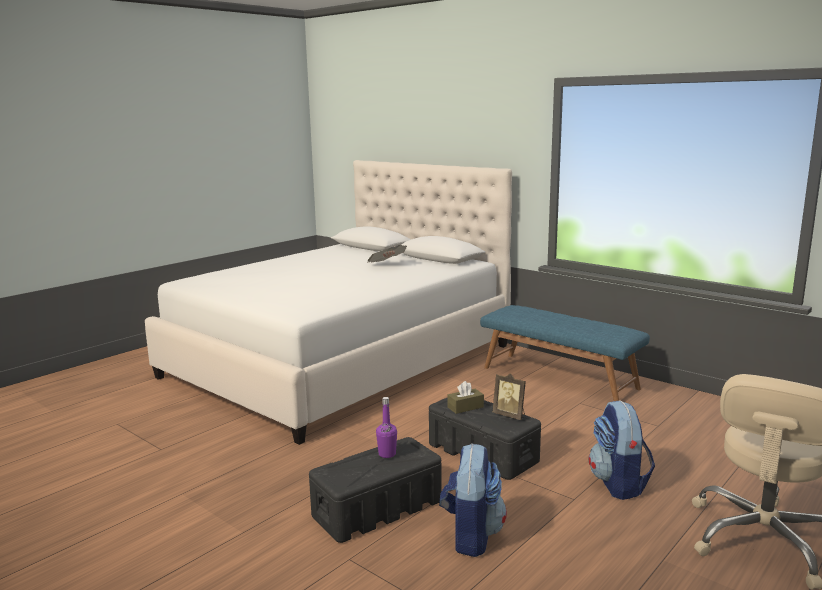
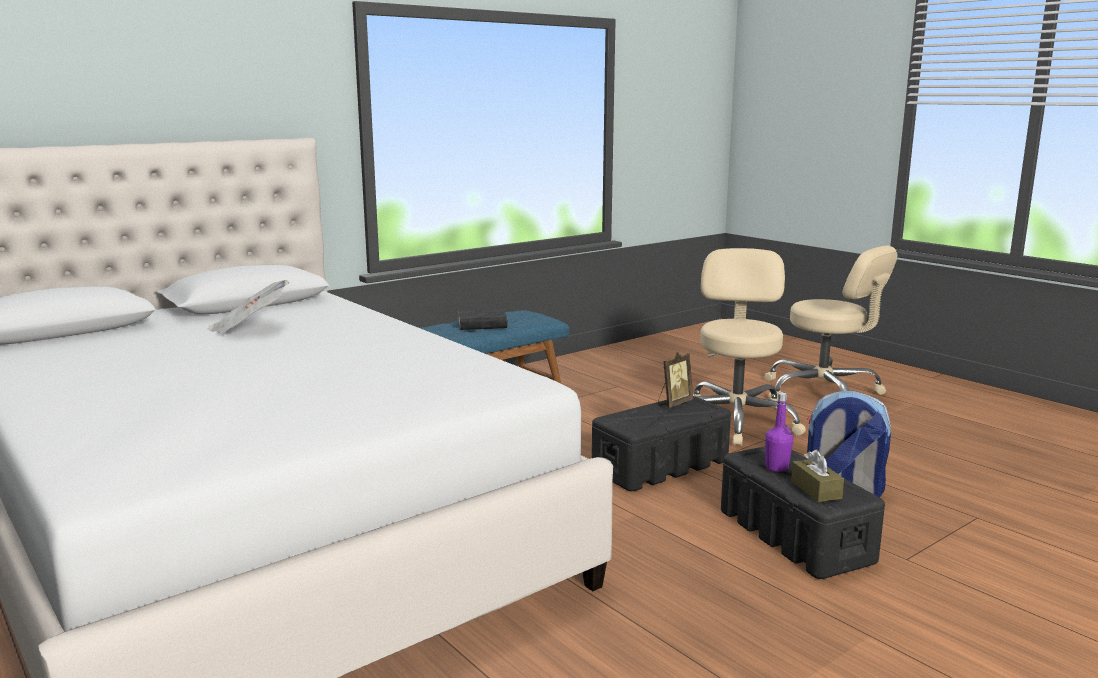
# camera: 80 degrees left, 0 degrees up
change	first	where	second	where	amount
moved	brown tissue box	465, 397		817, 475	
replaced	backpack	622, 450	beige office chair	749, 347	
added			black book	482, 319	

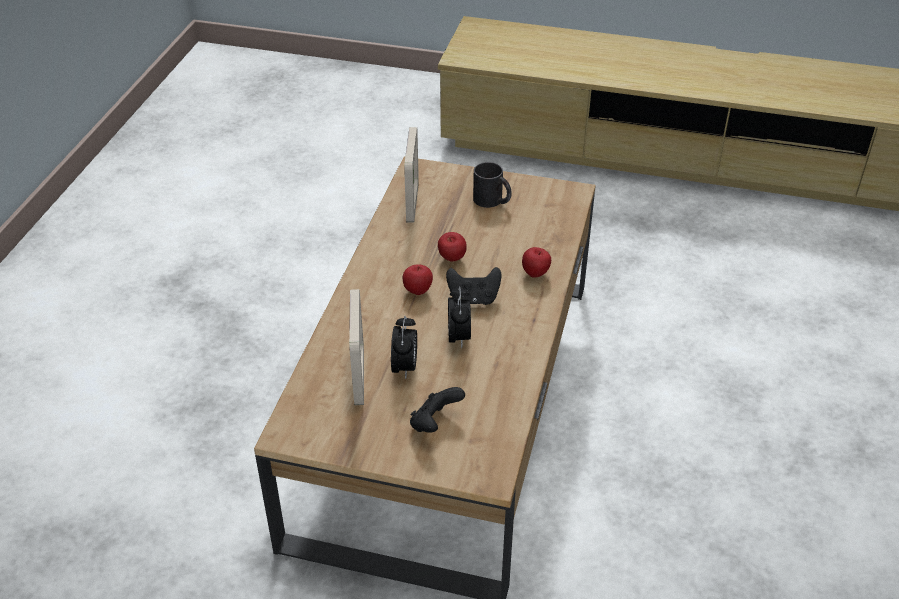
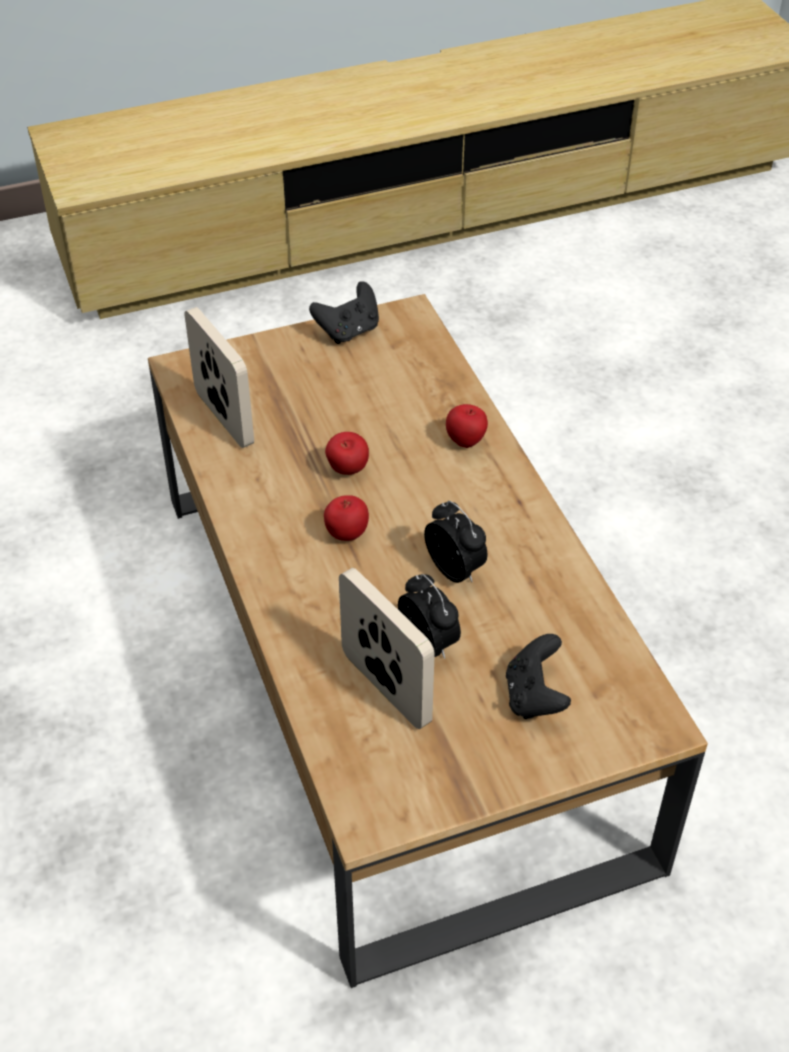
# camera: 35 degrees left, 5 degrees up
change	first	where	second	where	amount
removed	black mug	492, 185			
moved	black game controller	474, 286		344, 312	

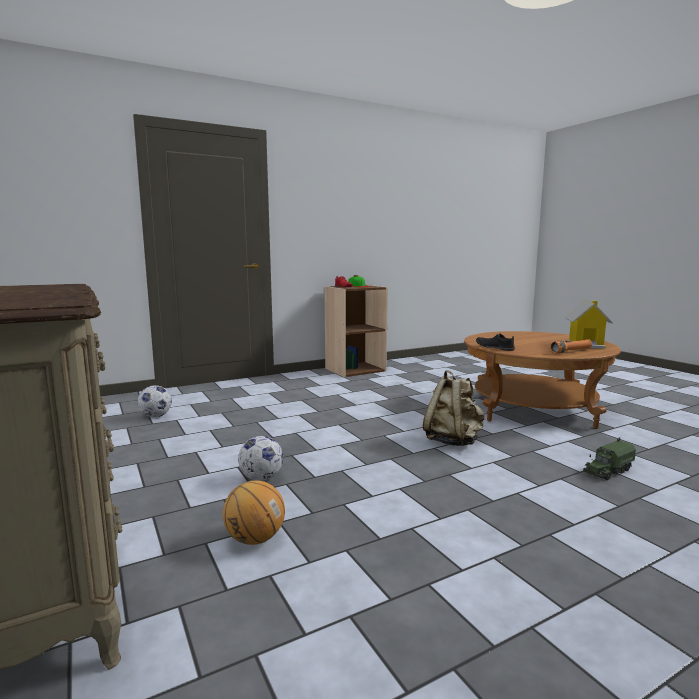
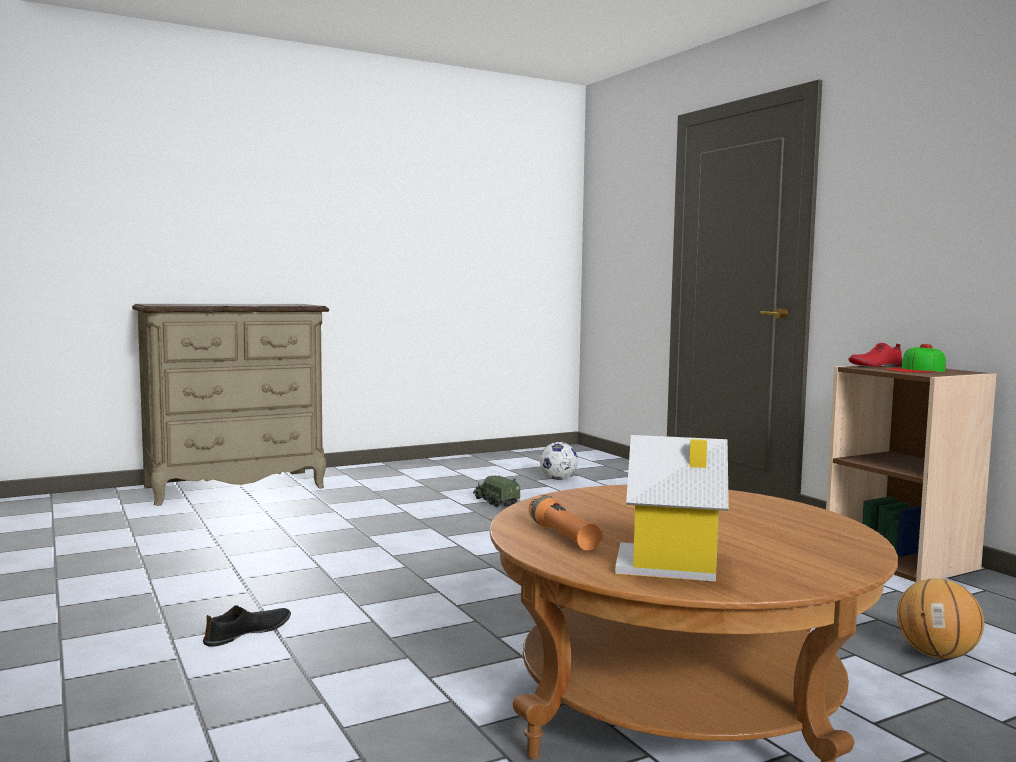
# camera: 90 degrees right, 5 degrees down
change	first	where	second	where	amount
moved	black shoe	495, 342		247, 626	
removed	beige backpack	454, 408			
removed	football	260, 458			
moved	toy truck	609, 458		496, 491	
moved	basketball	254, 512		940, 618	

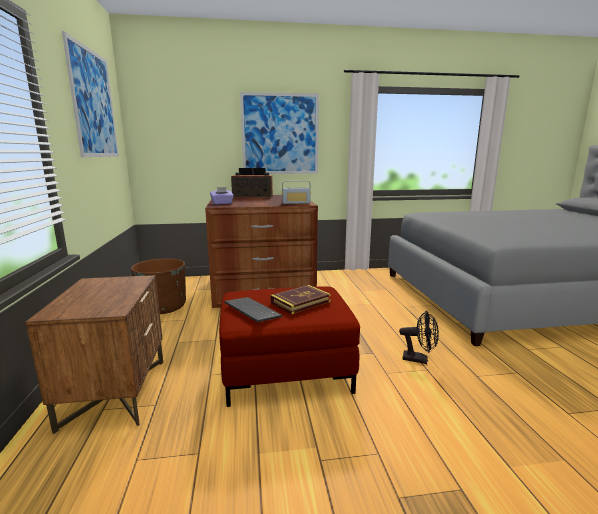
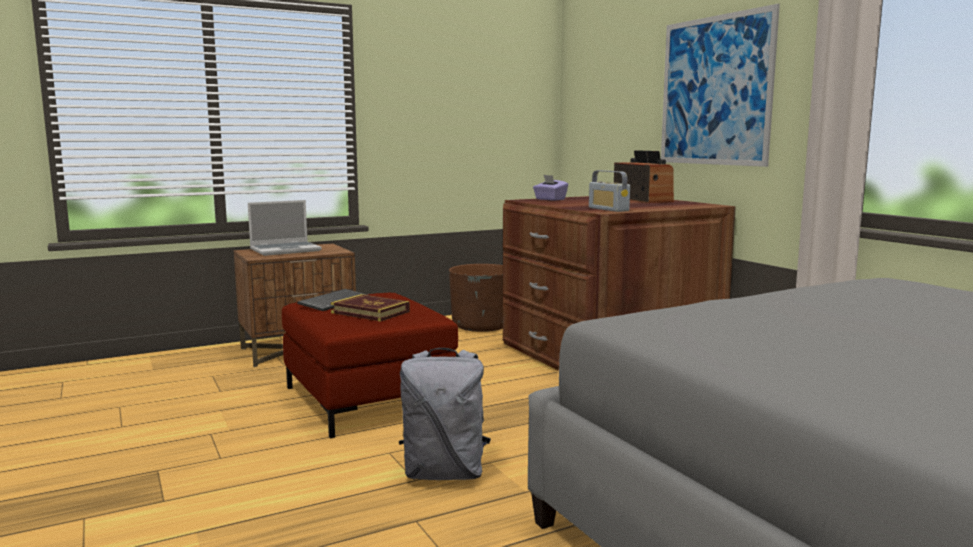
# camera: 70 degrees right, 5 degrees down
change	first	where	second	where	amount
removed	picture	90, 94			
replaced	black fan	419, 337	grey backpack	445, 414	
added			laptop	285, 228	

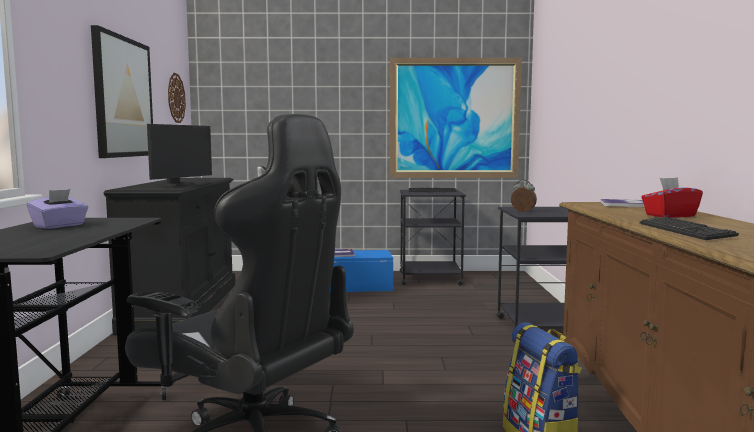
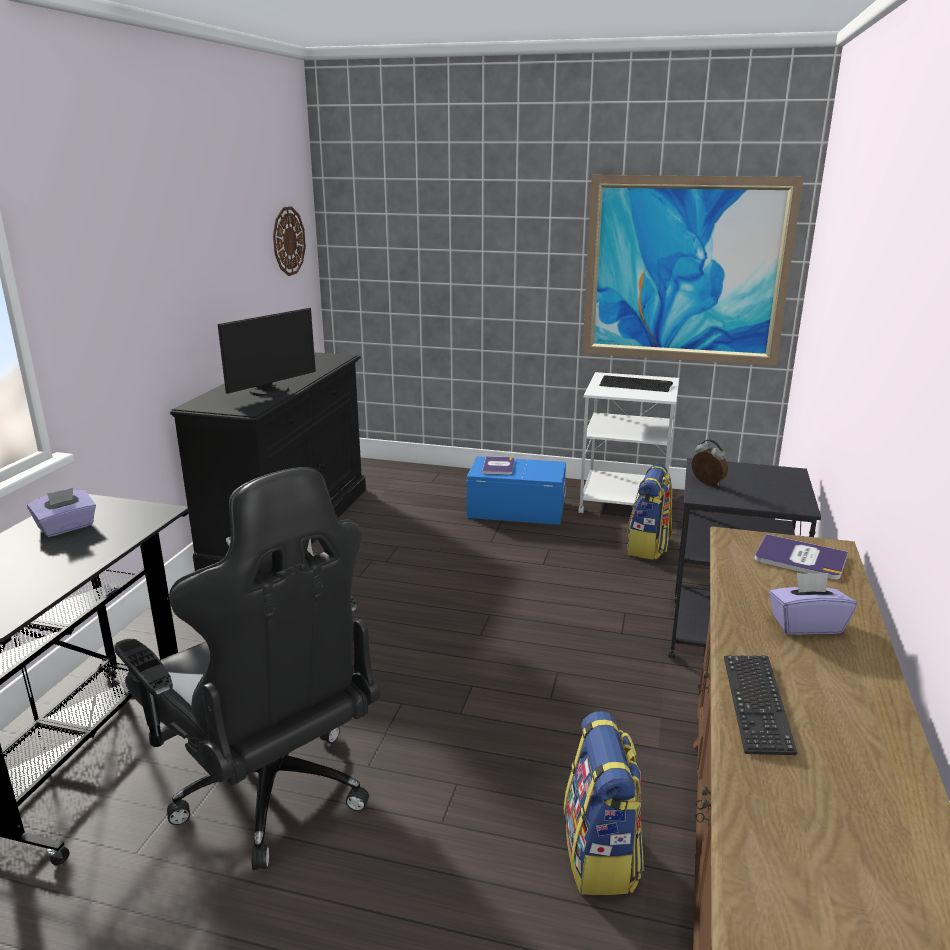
# camera: 15 degrees right, 15 degrees up
change	first	where	second	where	amount
removed	picture	122, 91			
recoloured	red tissue box	672, 197	purple tissue box	813, 604	
recoloured	black cart	433, 238	white cart	629, 442	
added			backpack	649, 512	

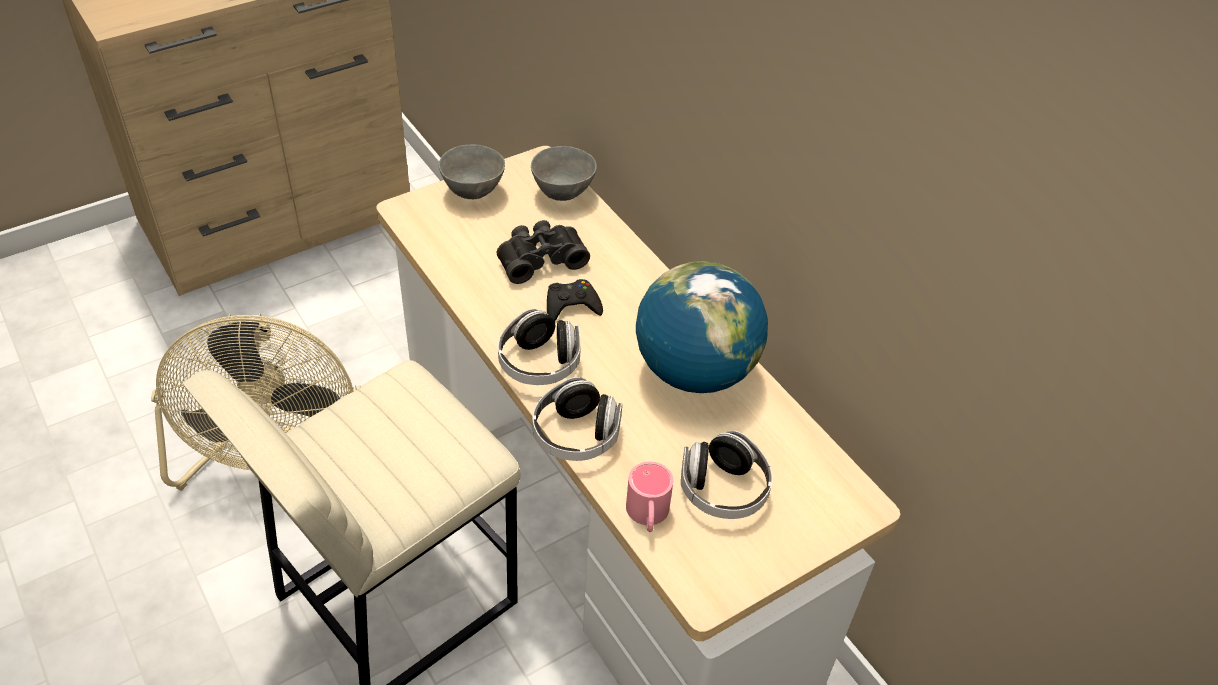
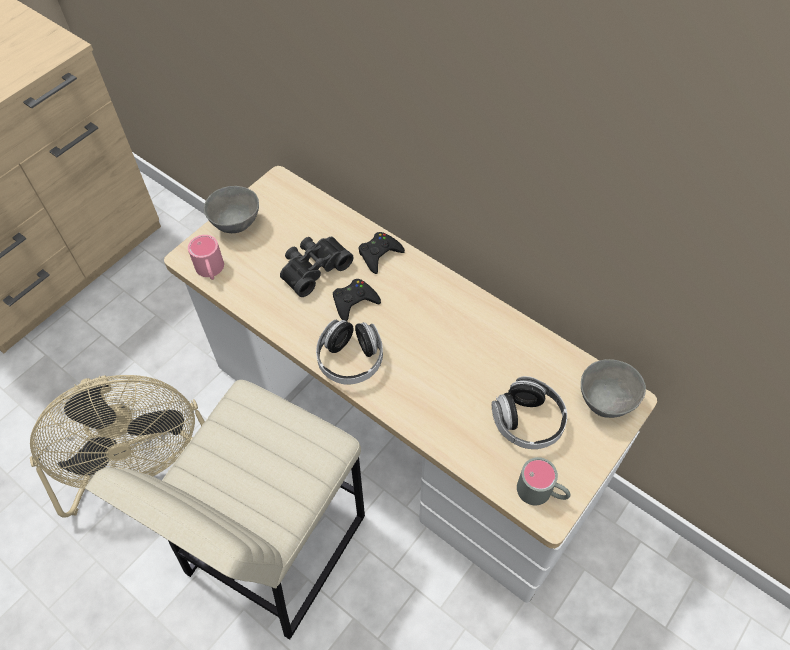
# camera: 15 degrees left, 10 degrees up
change	first	where	second	where	amount
moved	grey bowl	564, 173		613, 388	
removed	globe	702, 327			
removed	headphones	577, 419			
moved	pink mug	649, 497		206, 257	
added			black game controller	381, 253	
added			grey mug	544, 481	

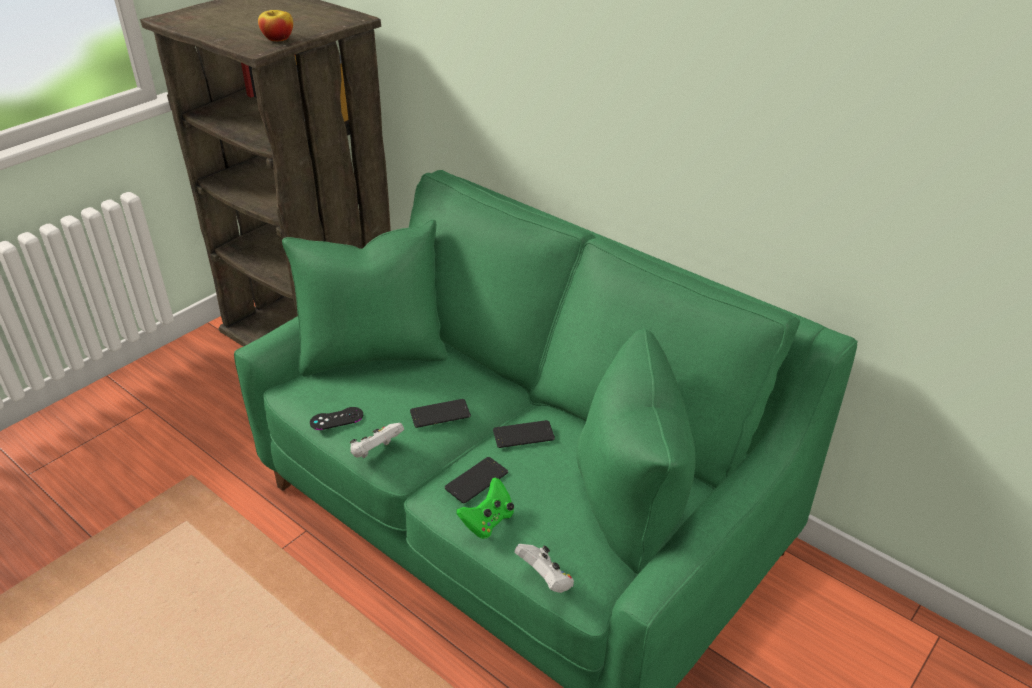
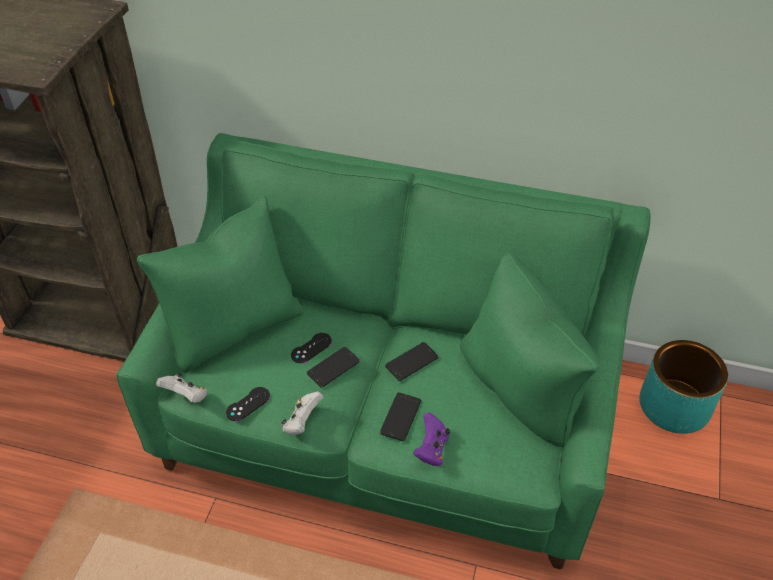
# camera: 25 degrees left, 10 degrees up
change	first	where	second	where	amount
removed	apple	275, 25			
recoloured	green game controller	485, 508	purple game controller	431, 439	
moved	white game controller	544, 568		182, 388	
added			black game controller	311, 348	
added			turquoise planter	683, 387	

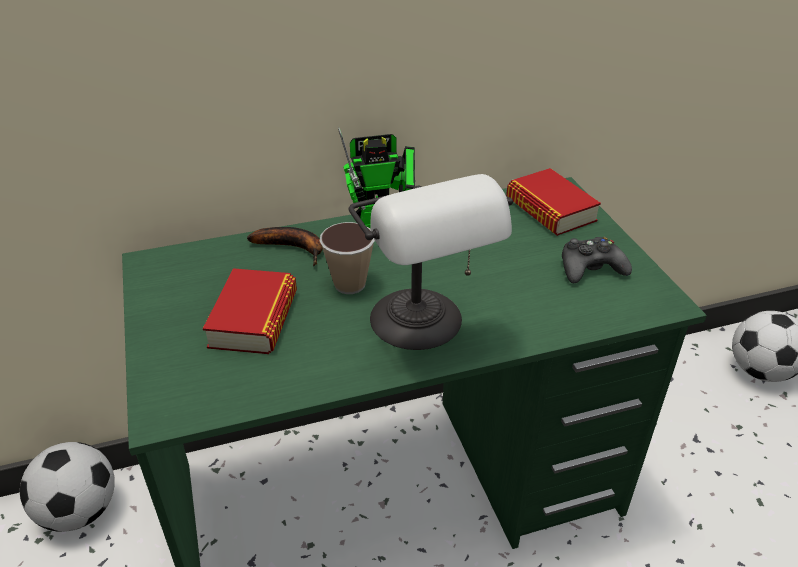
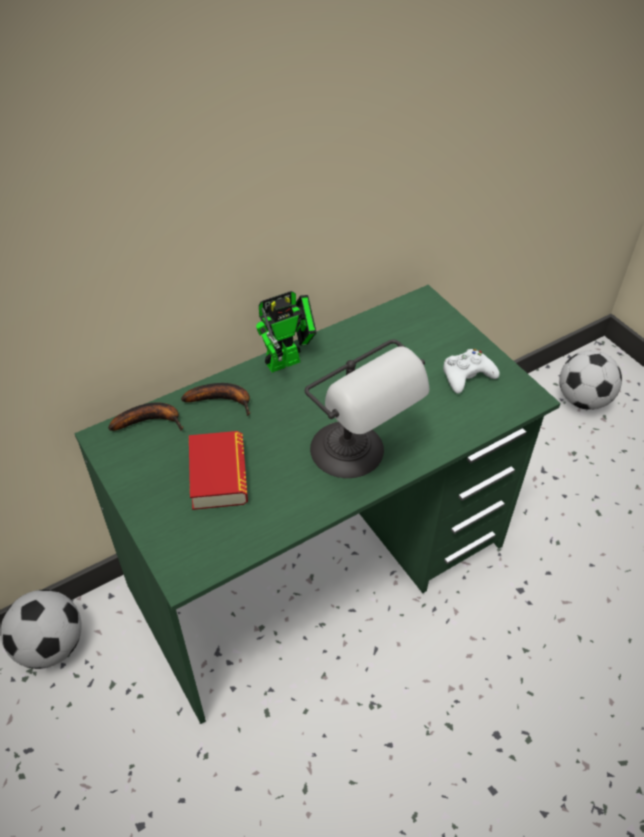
# camera: 15 degrees left, 10 degrees up
change	first	where	second	where	amount
removed	book	553, 202			
removed	cup	347, 258			
recoloured	black game controller	597, 260	white game controller	471, 371	
added			banana	145, 417	

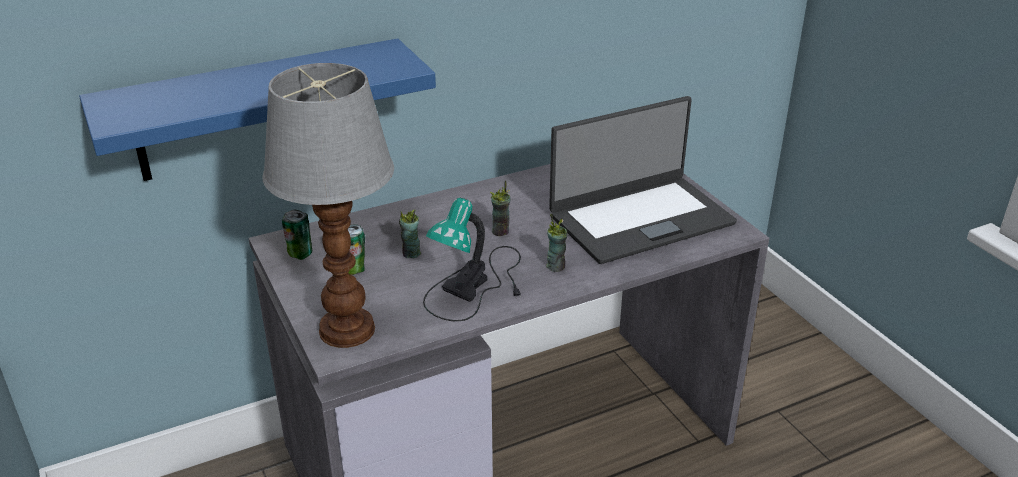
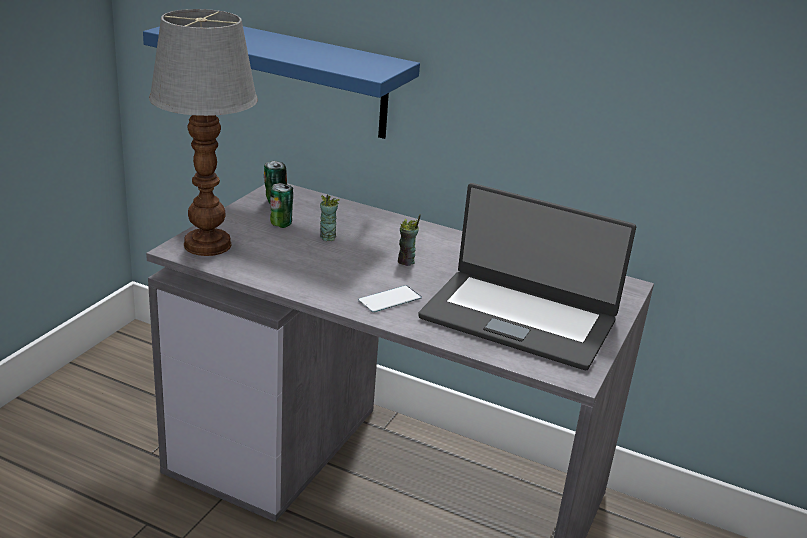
# camera: 50 degrees right, 5 degrees down
change	first	where	second	where	amount
removed	table lamp	472, 259			
replaced	cup	557, 242	phone	390, 299	

